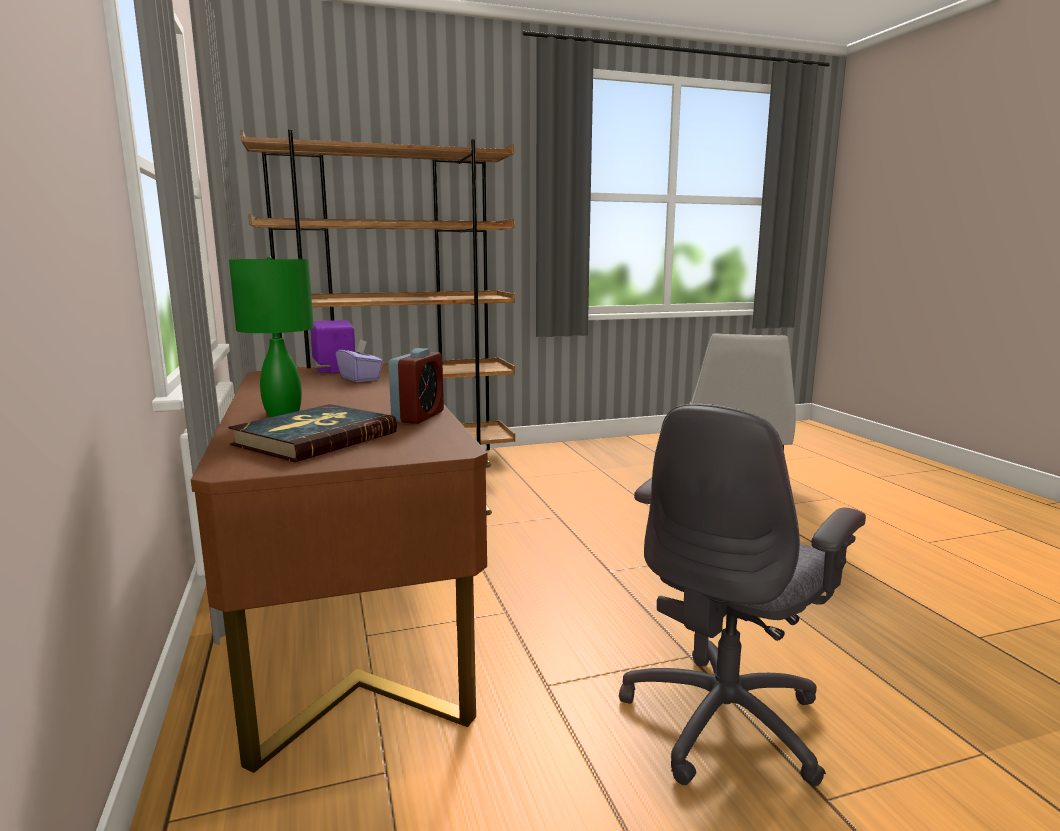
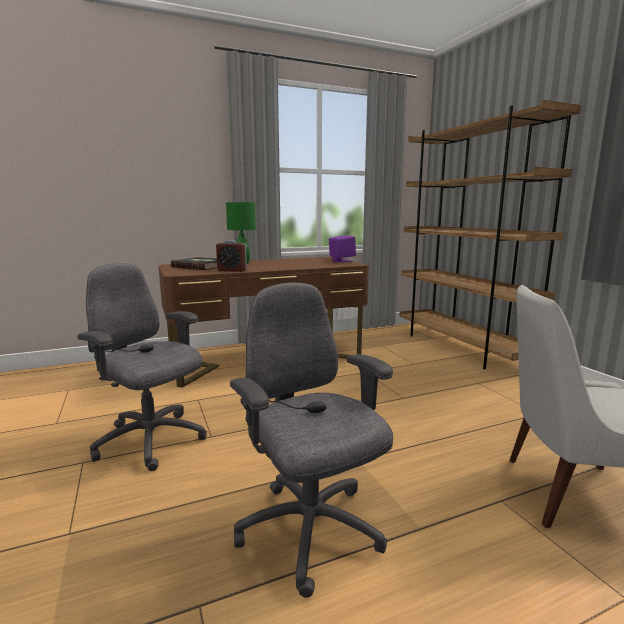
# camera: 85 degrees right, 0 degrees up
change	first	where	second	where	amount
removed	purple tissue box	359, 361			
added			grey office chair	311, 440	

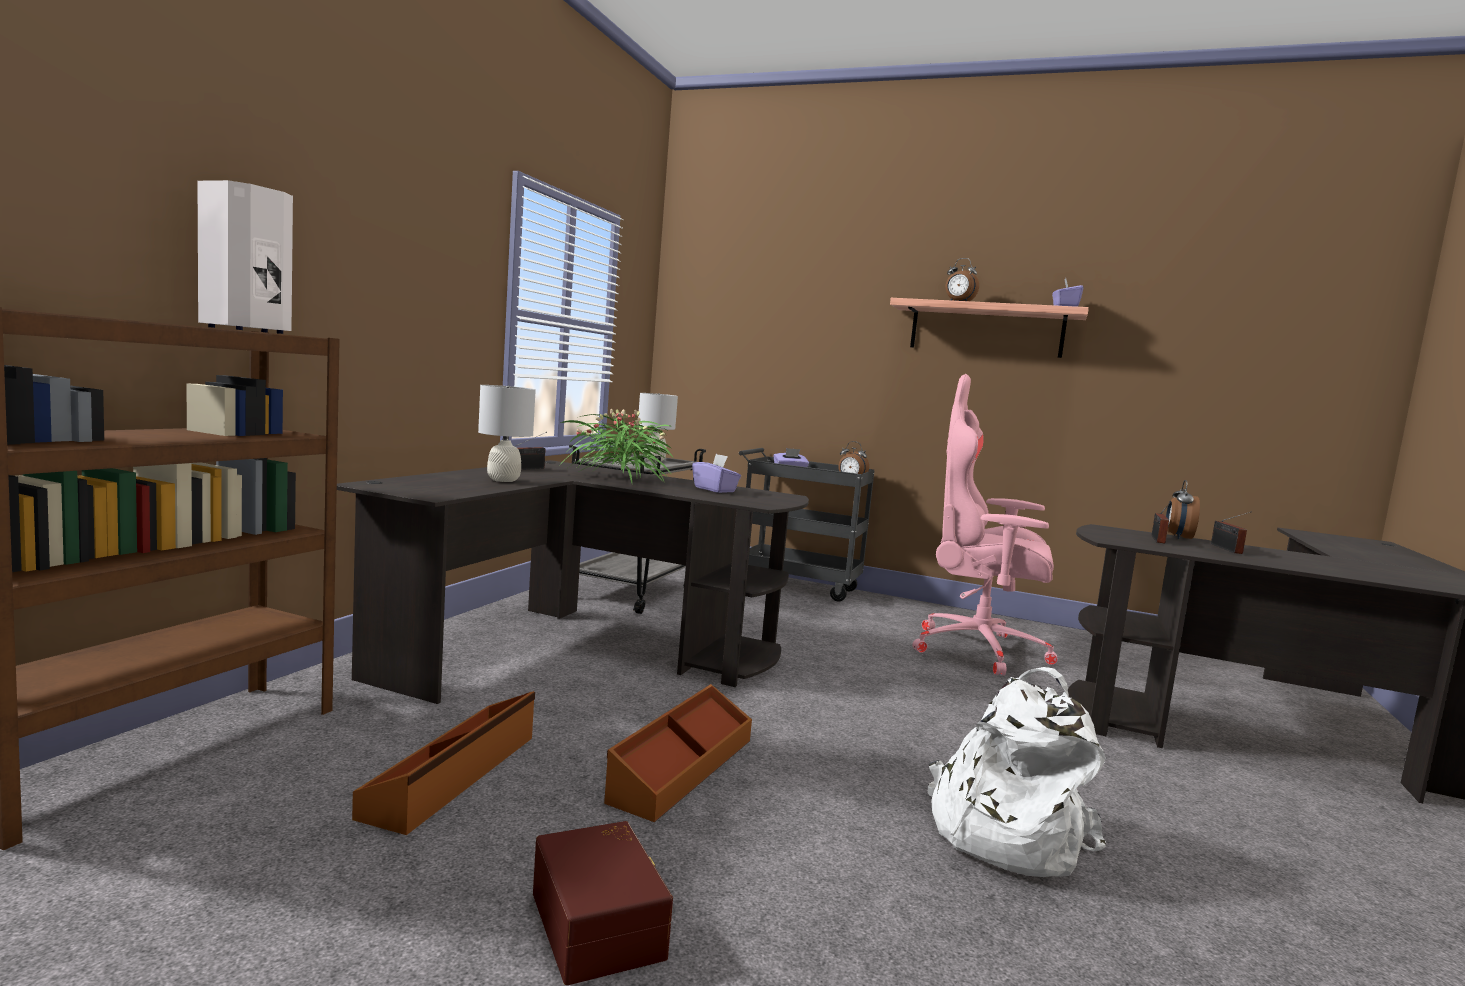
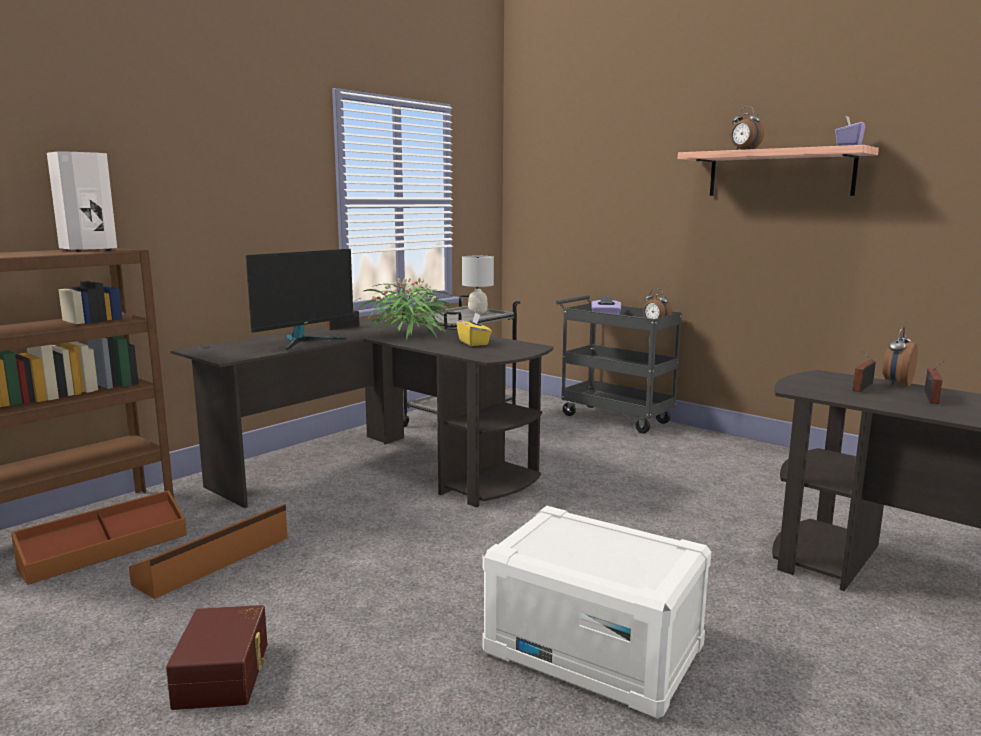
# camera: 20 degrees right, 5 degrees up
change	first	where	second	where	amount
removed	pink office chair	985, 524			
replaced	grey table lamp	507, 433	monitor	300, 299	
recoloured	purple tissue box	716, 473	yellow tissue box	474, 329	
replaced	white backpack	1017, 772	white storage box	596, 612	
moved	brown storage box	678, 753		99, 537	

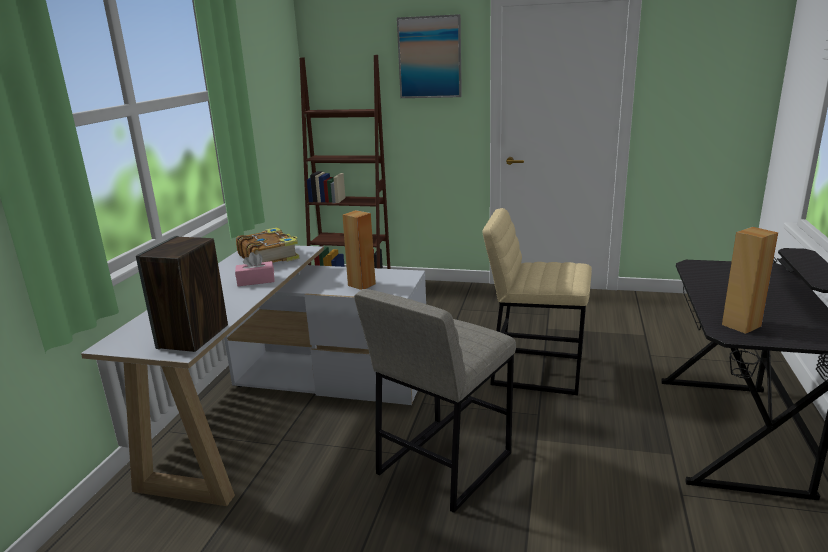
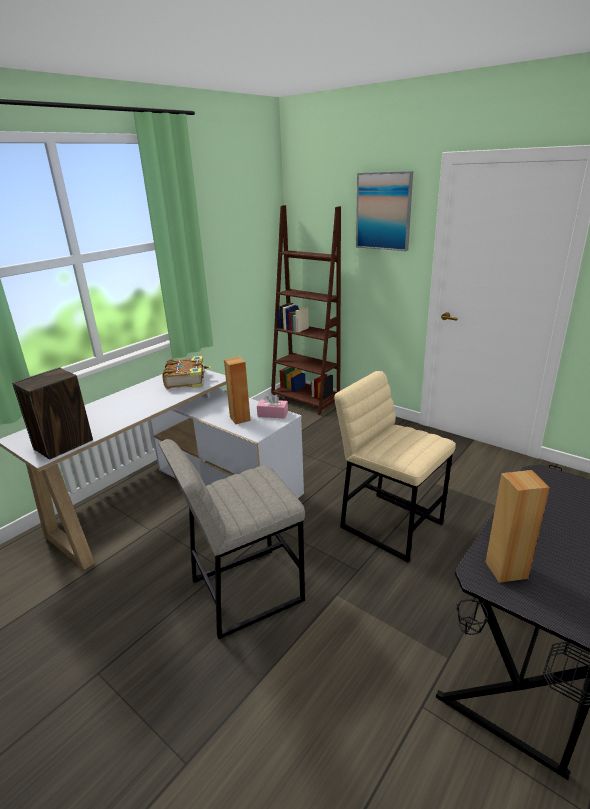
# camera: 25 degrees right, 5 degrees up
change	first	where	second	where	amount
moved	pink tissue box	255, 269		272, 406	

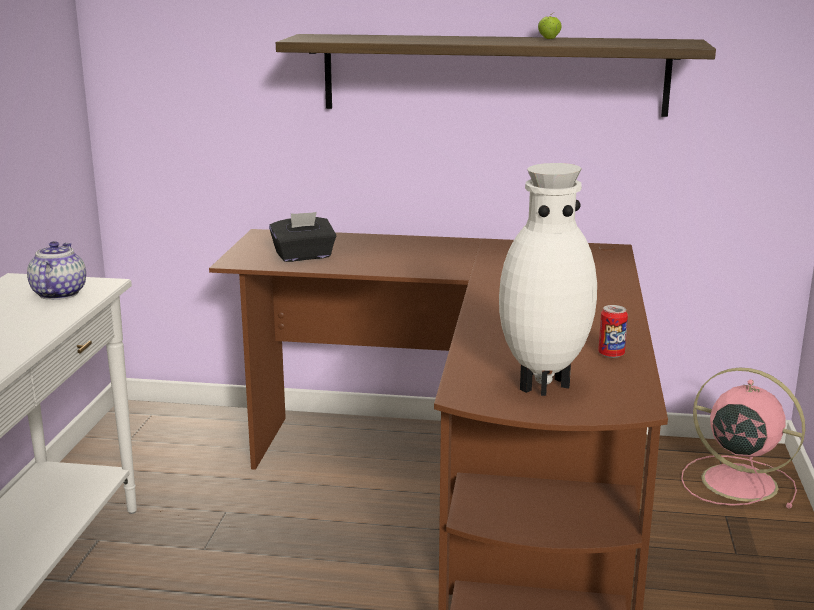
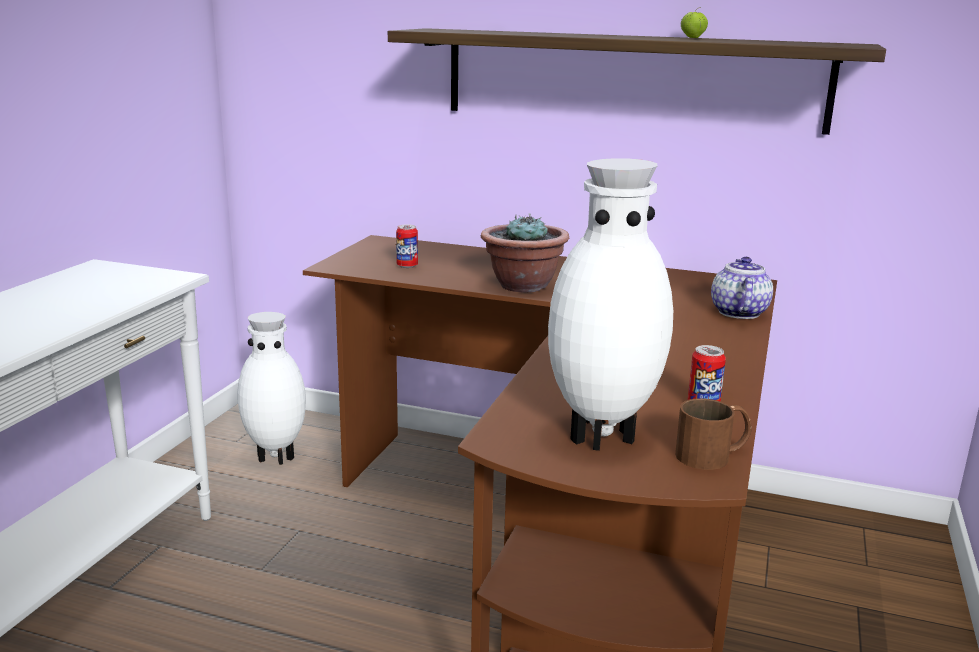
# camera: 10 degrees right, 0 degrees up
change	first	where	second	where	amount
replaced	black tissue box	302, 237	can	407, 246	
moved	teapot	56, 270		742, 288	
removed	pink fan	743, 438			
added			potted plant	525, 253	
added			white vase	271, 388	
added			brown mug	713, 434	

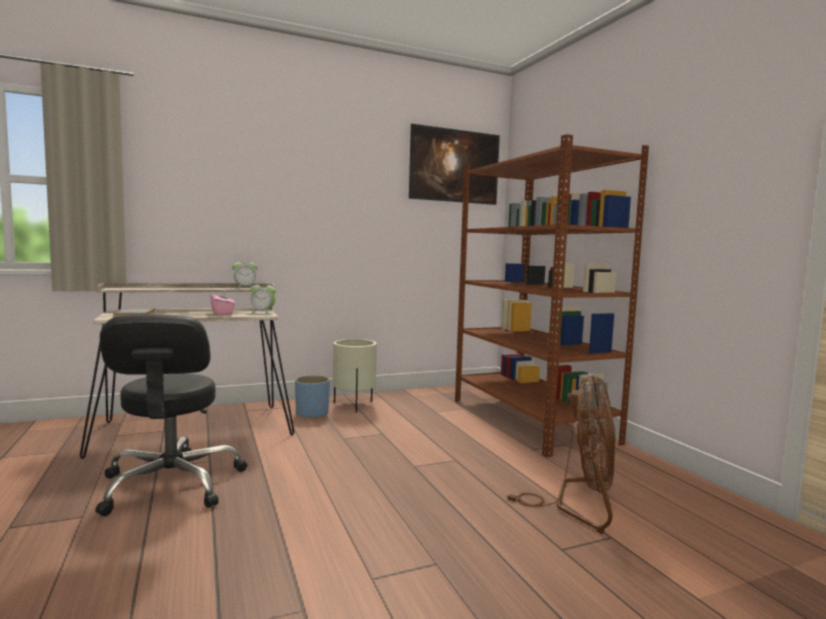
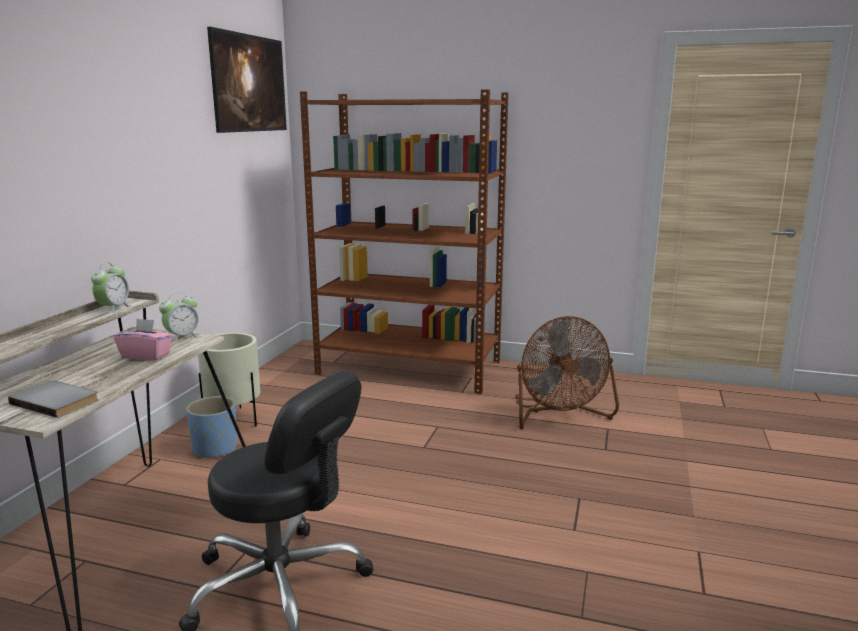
# camera: 50 degrees left, 10 degrees up
change	first	where	second	where	amount
turned	brown fan	560, 454		567, 373	105 degrees clockwise

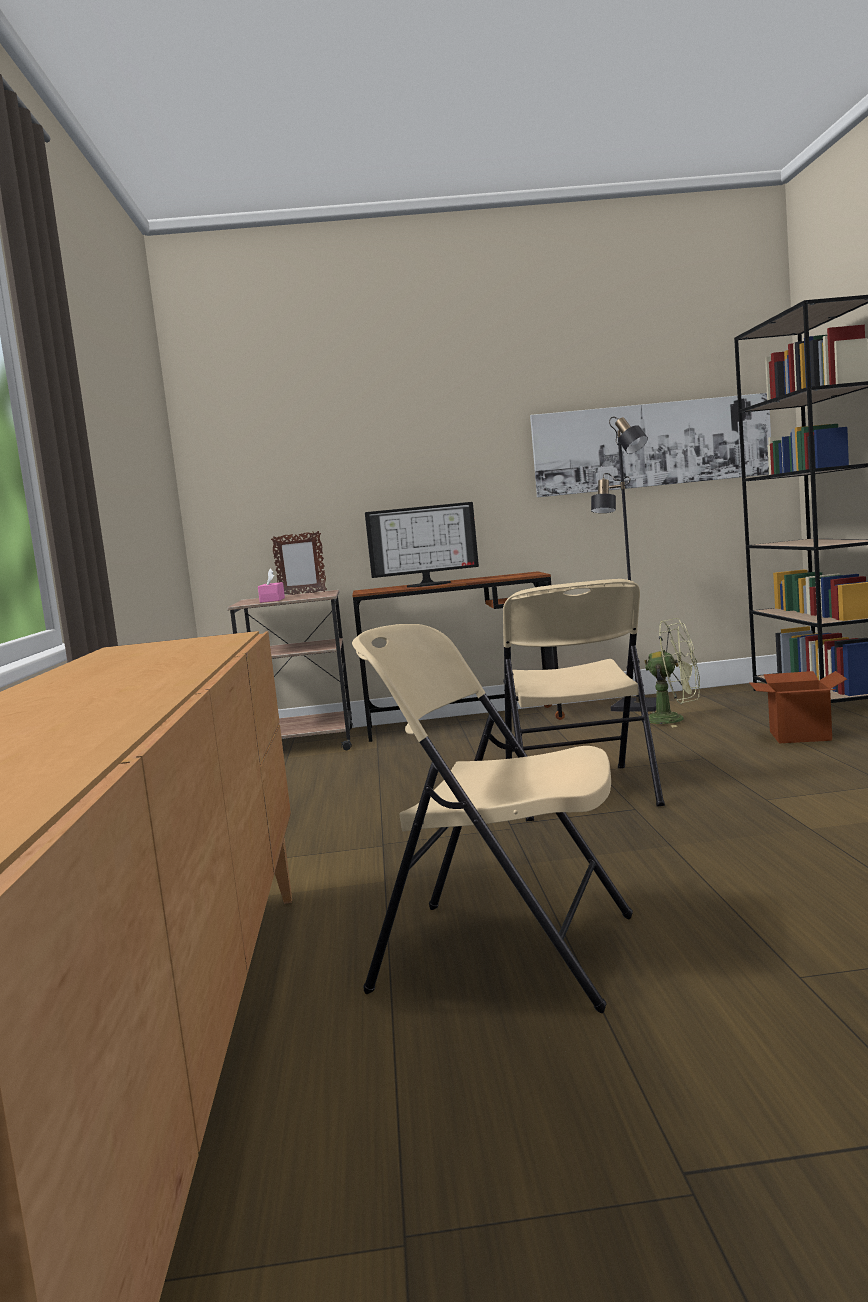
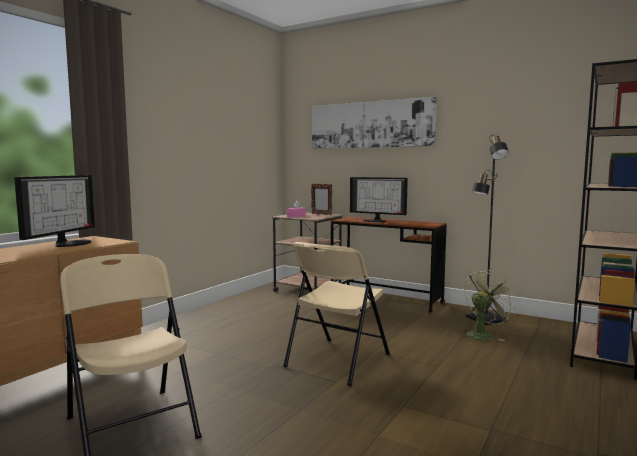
# camera: 35 degrees right, 0 degrees up
change	first	where	second	where	amount
moved	picture	650, 445		374, 123	
turned	green fan	672, 672		487, 305	90 degrees counterclockwise
removed	cardboard box	798, 707			
added			monitor	54, 211	

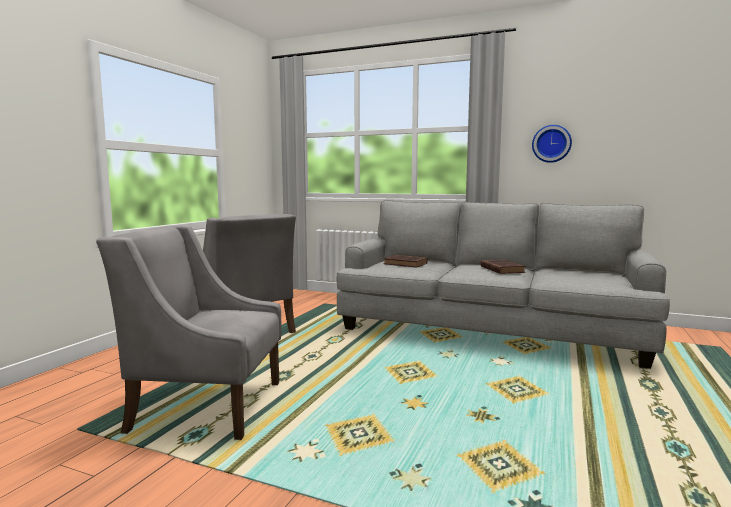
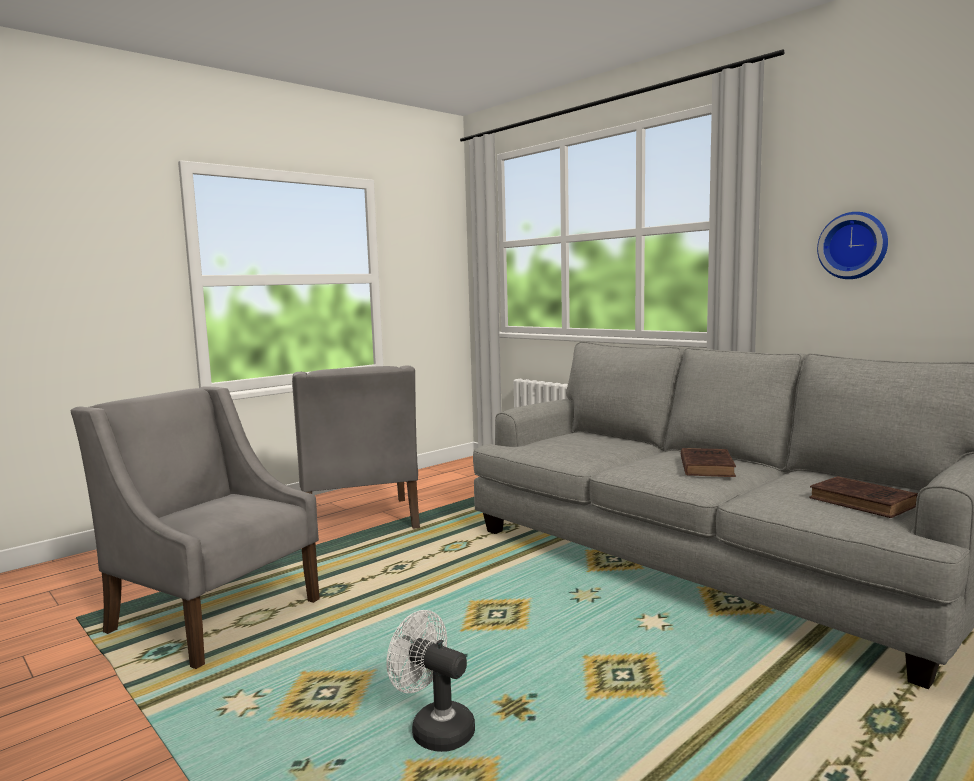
# camera: 25 degrees right, 0 degrees up
change	first	where	second	where	amount
moved	brown book	406, 261		863, 497	
added			white fan	430, 681	

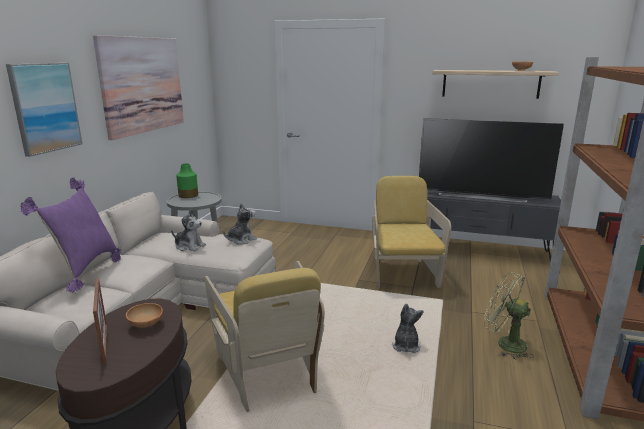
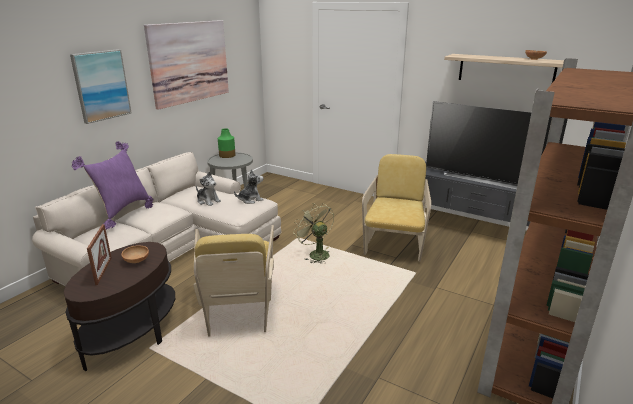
# camera: 15 degrees right, 5 degrees up
change	first	where	second	where	amount
moved	green fan	509, 315		313, 233	
removed	plush toy	408, 328			

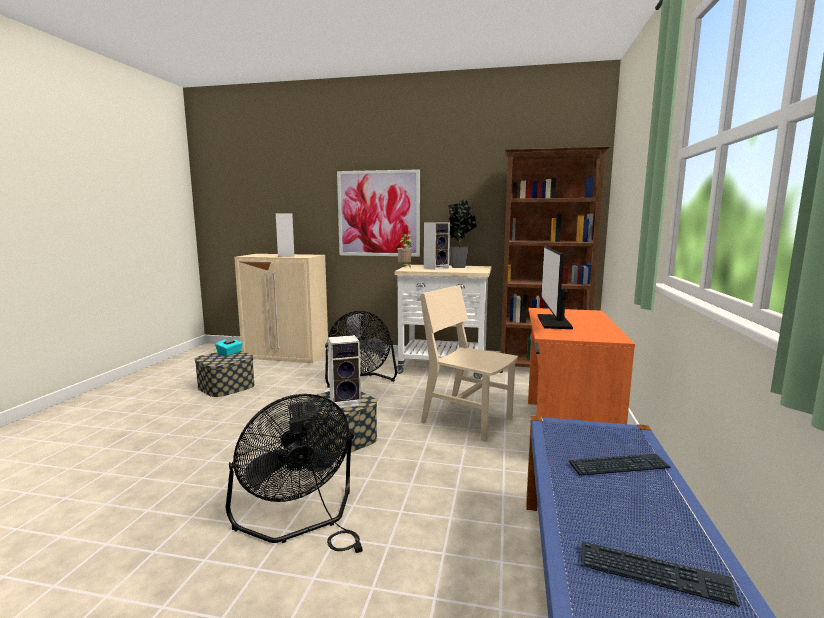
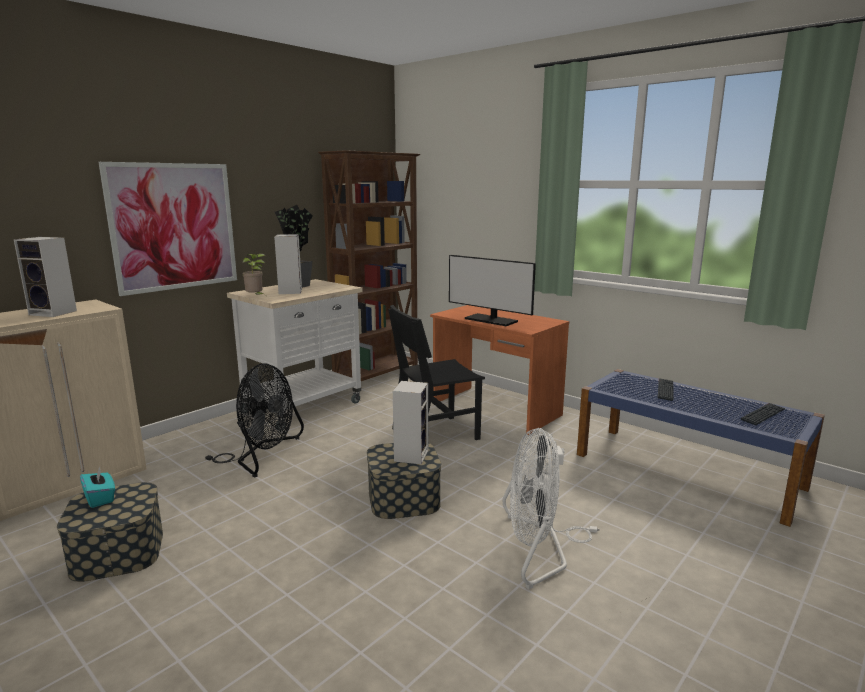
# camera: 60 degrees left, 5 degrees up
change	first	where	second	where	amount
recoloured	beige chair	469, 363	black chair	436, 372	
recoloured	black fan	294, 473	white fan	551, 509	

